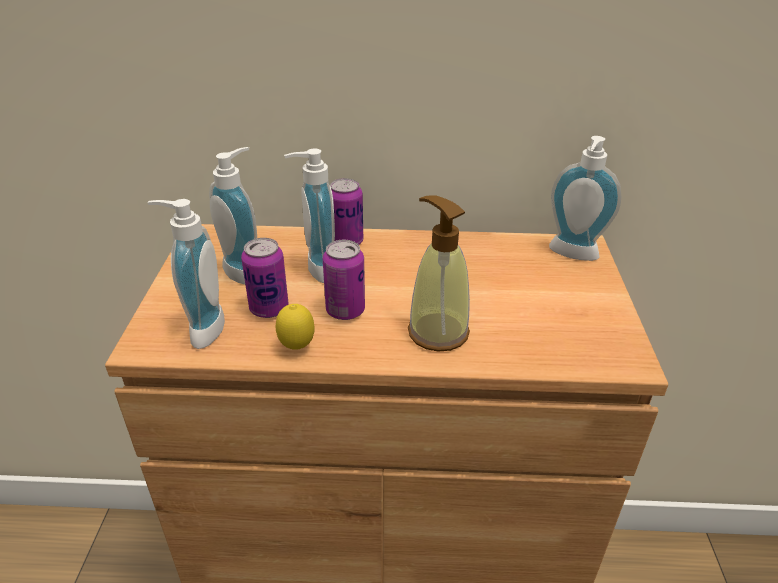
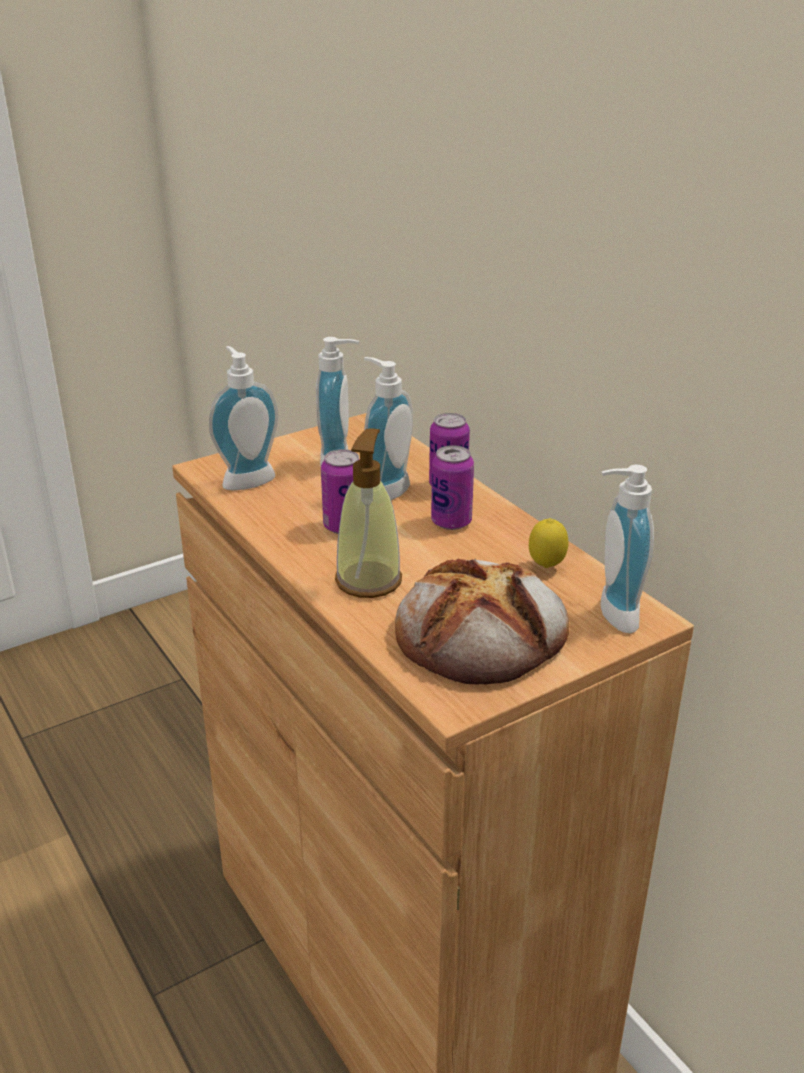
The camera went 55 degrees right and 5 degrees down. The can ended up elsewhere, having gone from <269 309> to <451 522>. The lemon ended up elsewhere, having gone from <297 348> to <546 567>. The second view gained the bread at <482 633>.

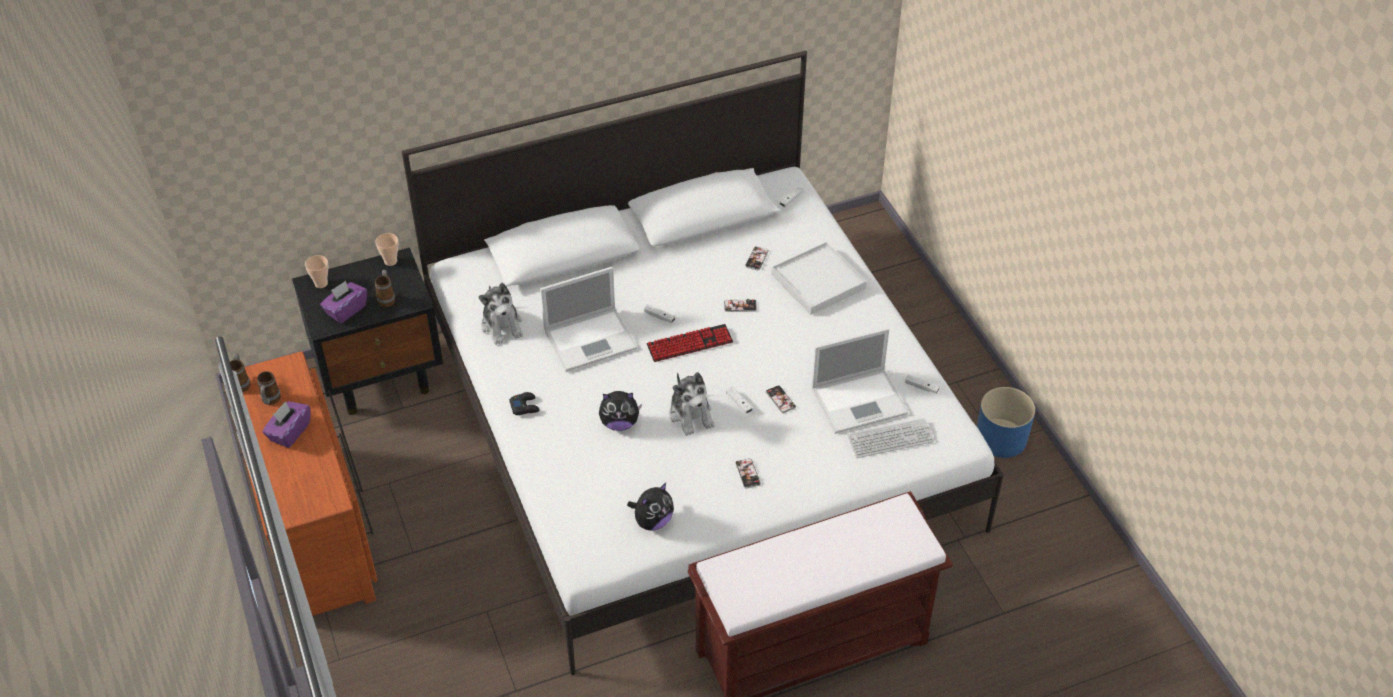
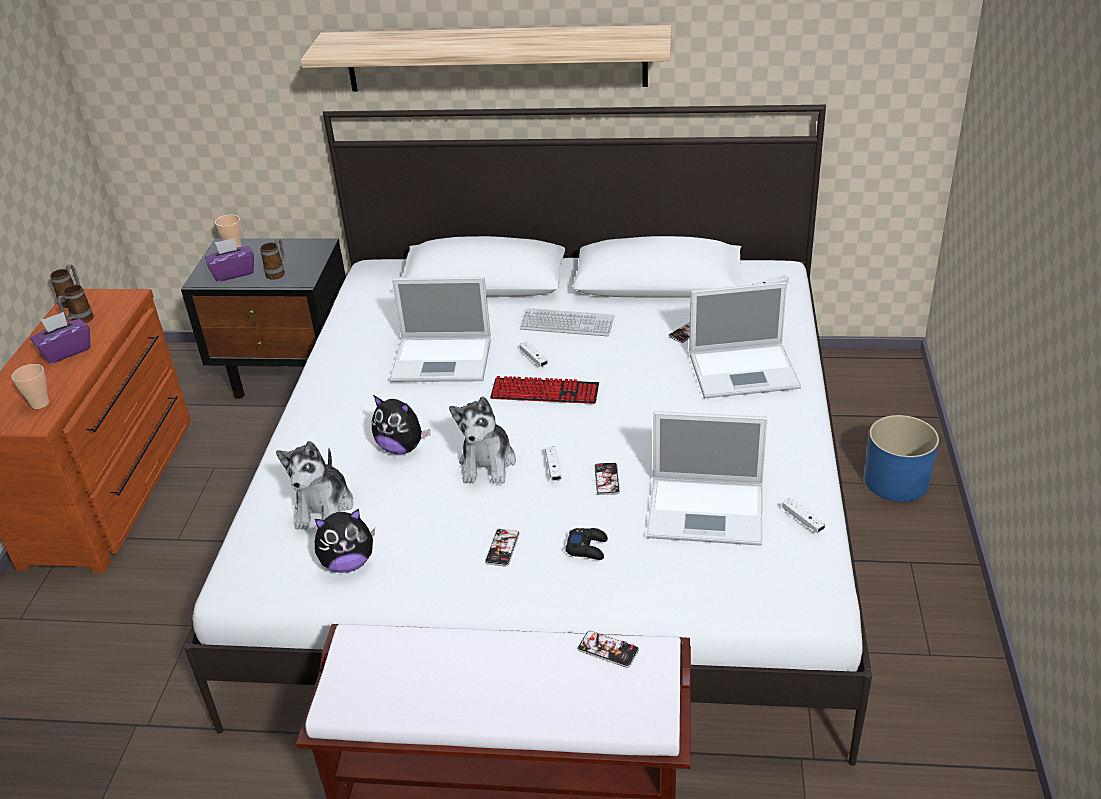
The camera went 30 degrees right and 10 degrees down. The cup ended up elsewhere, having gone from <390 261> to <40 404>. Where the tray in white stood at <818 281>, the laptop came to stand at <745 370>. The plush toy ended up elsewhere, having gone from <502 325> to <324 507>. The phone ended up elsewhere, having gone from <740 306> to <608 650>. The planter in blue ended up elsewhere, having gone from <1000 438> to <895 481>. The game controller in black ended up elsewhere, having gone from <524 406> to <587 547>. The keyboard ended up elsewhere, having gone from <890 439> to <567 324>. The second view gained the shelf at <495 58>.

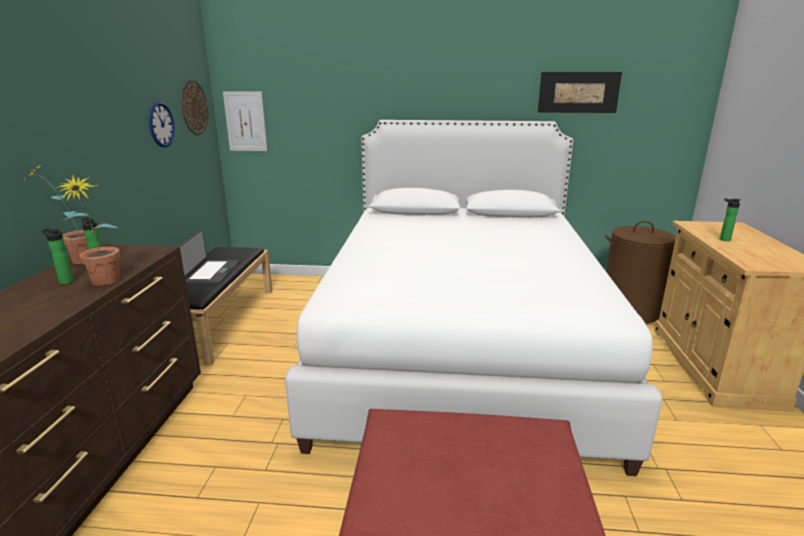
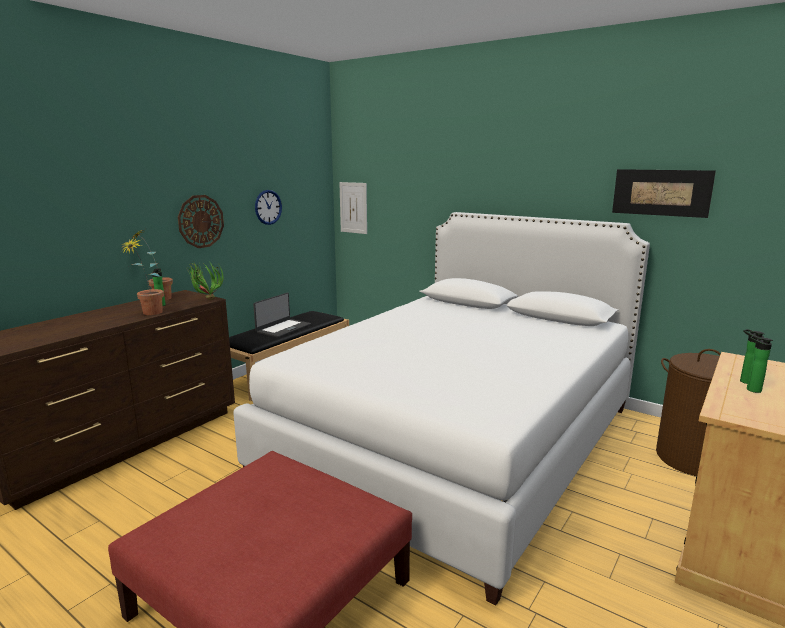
The camera went 30 degrees right and 5 degrees down. The wall clock ended up elsewhere, having gone from <194 108> to <201 221>. The bottle ended up elsewhere, having gone from <65 281> to <751 389>. The second view gained the potted plant at <205 300>.

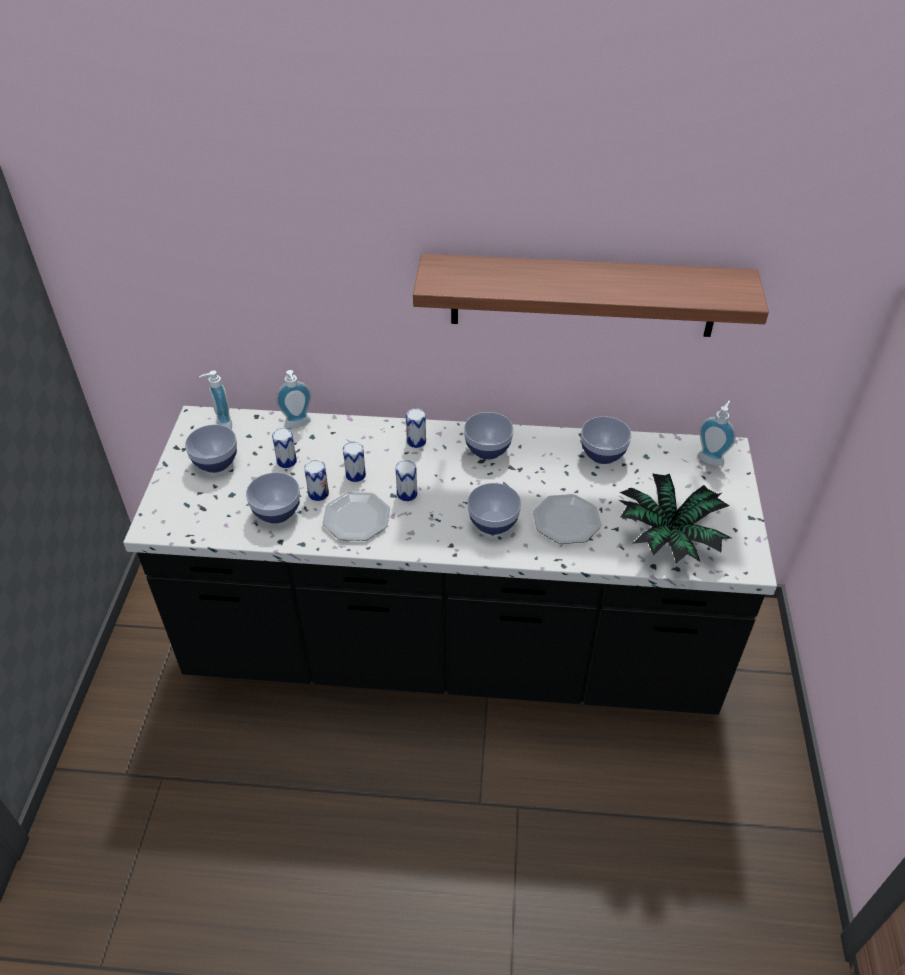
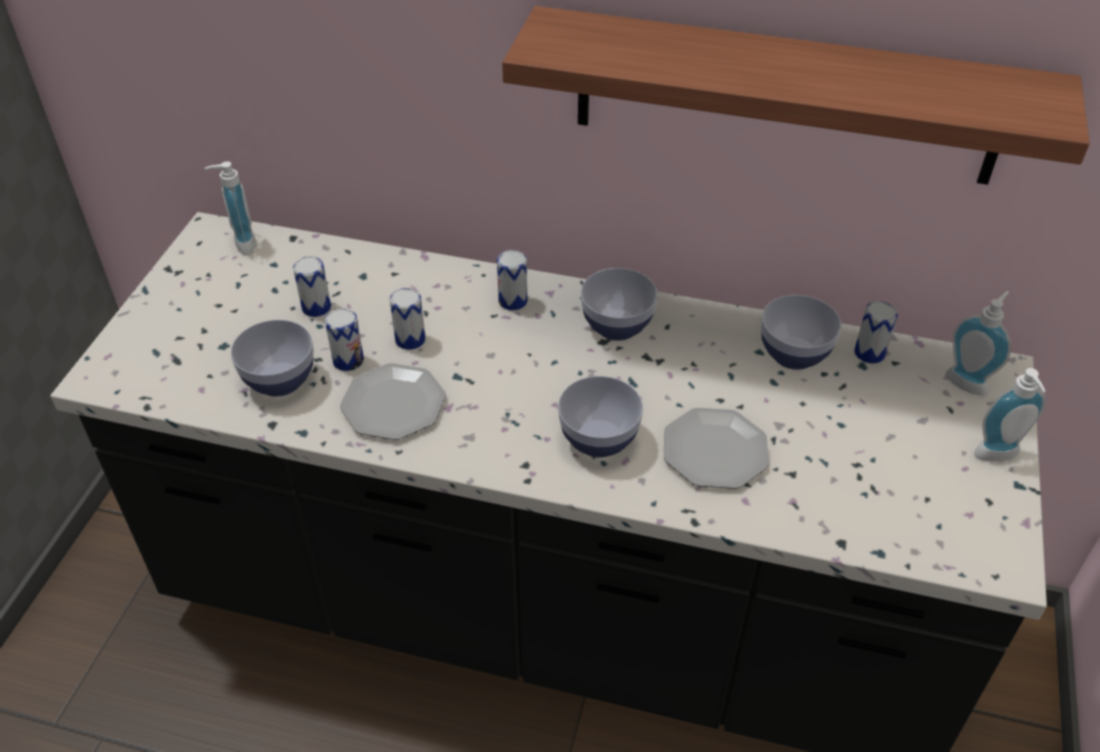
The camera went 10 degrees right and 0 degrees up. The soap dispenser ended up elsewhere, having gone from <298 425> to <999 457>. The second view lost the bowl at <216 462>. The can ended up elsewhere, having gone from <407 494> to <869 353>. The second view lost the potted plant at <667 537>.

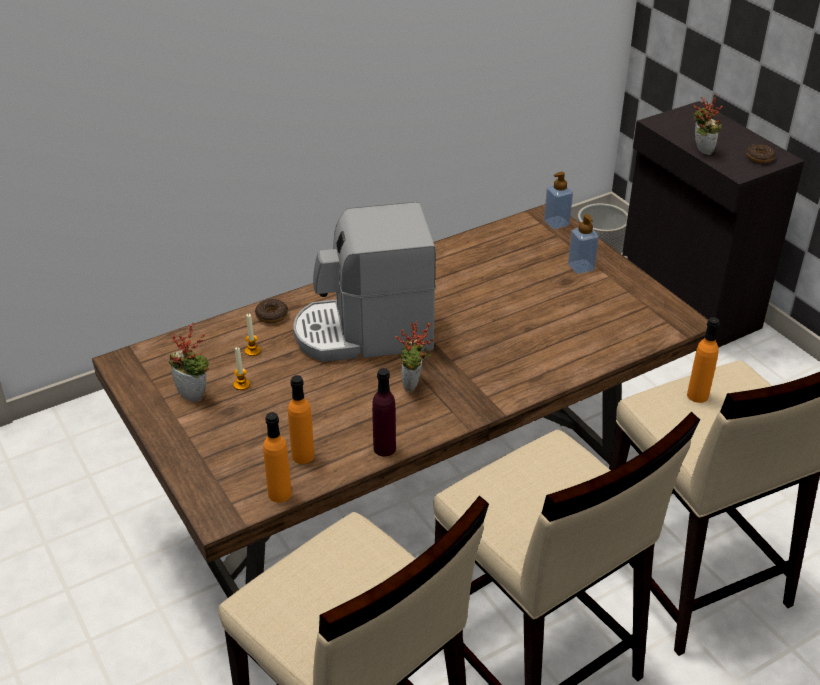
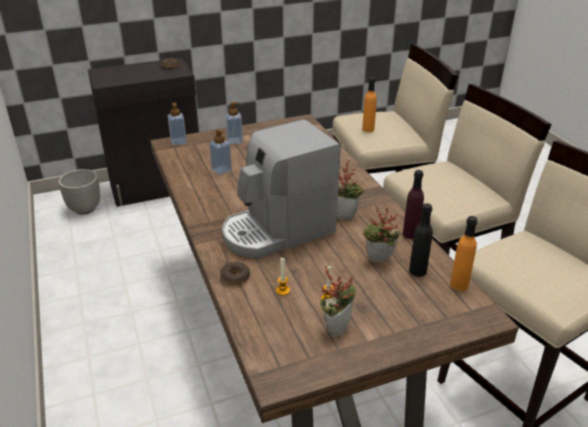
The camera went 80 degrees left and 5 degrees down. The potted plant ended up elsewhere, having gone from <700 150> to <379 261>. The coffee machine at <365 333> ended up facing another way, 60 degrees clockwise from before. What was the bottle in orange at <303 455> turned into the bottle in black at <417 271>. The second view gained the soap dispenser at <221 170>.

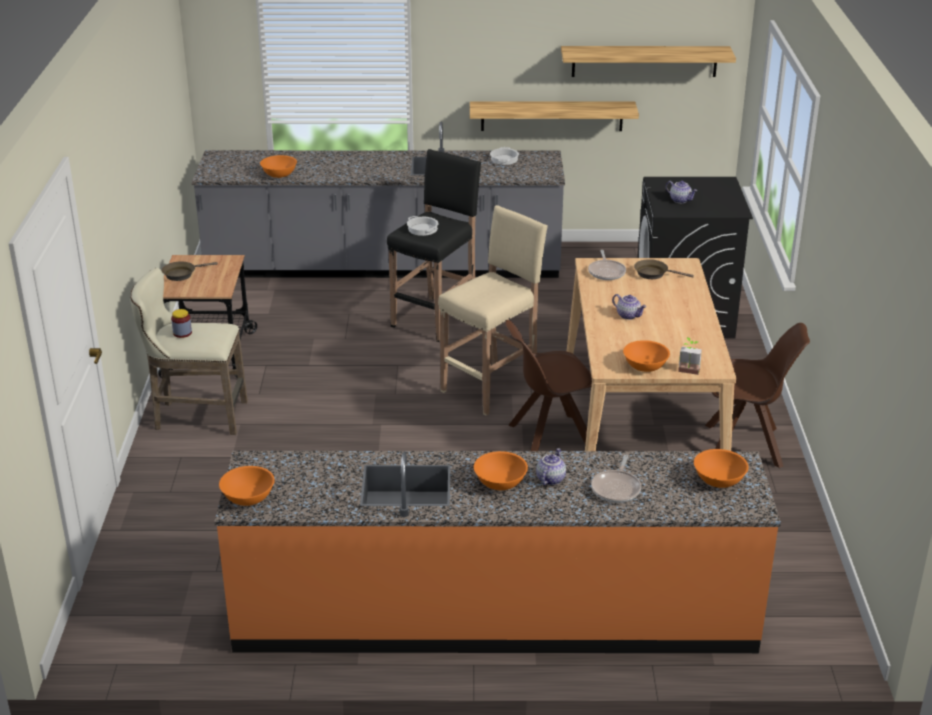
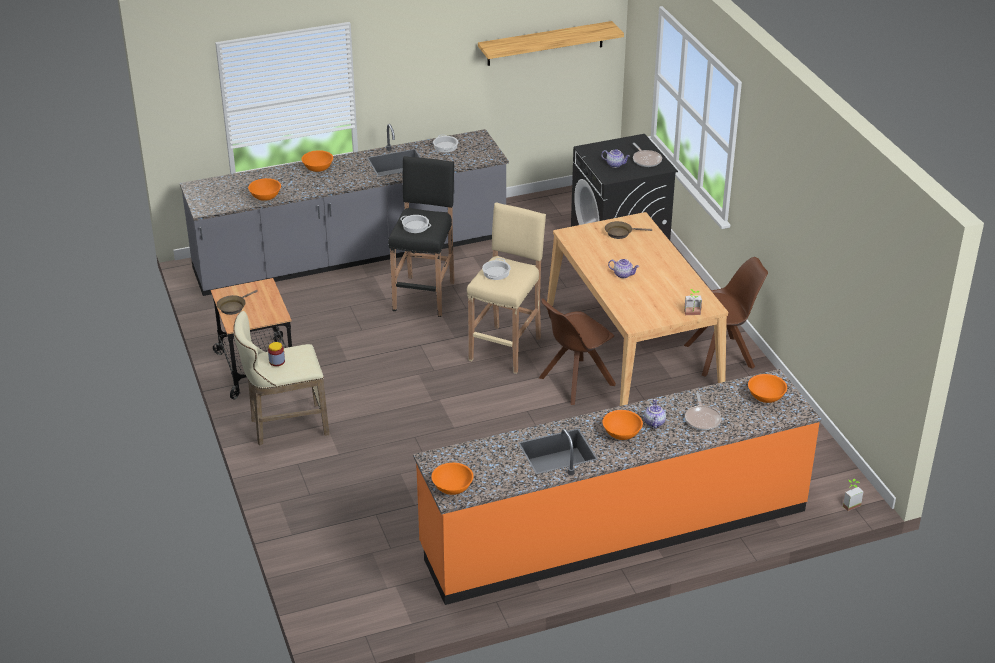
The camera went 20 degrees left and 5 degrees up. The second view lost the shelf at <552 116>. The frying pan ended up elsewhere, having gone from <606 272> to <646 160>. The bowl in orange ended up elsewhere, having gone from <645 366> to <318 168>. The second view gained the cooking pot at <496 273>. The second view gained the potted plant at <849 504>.

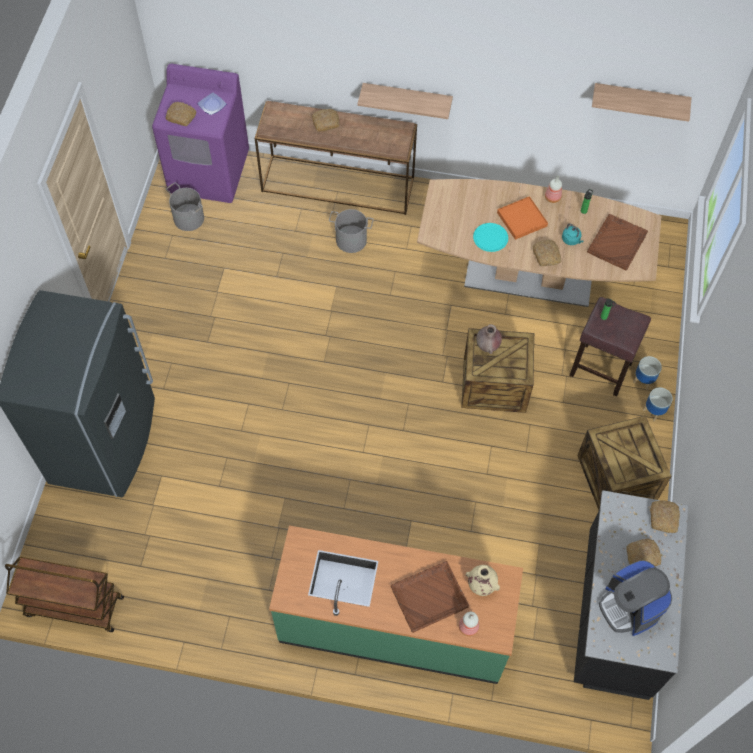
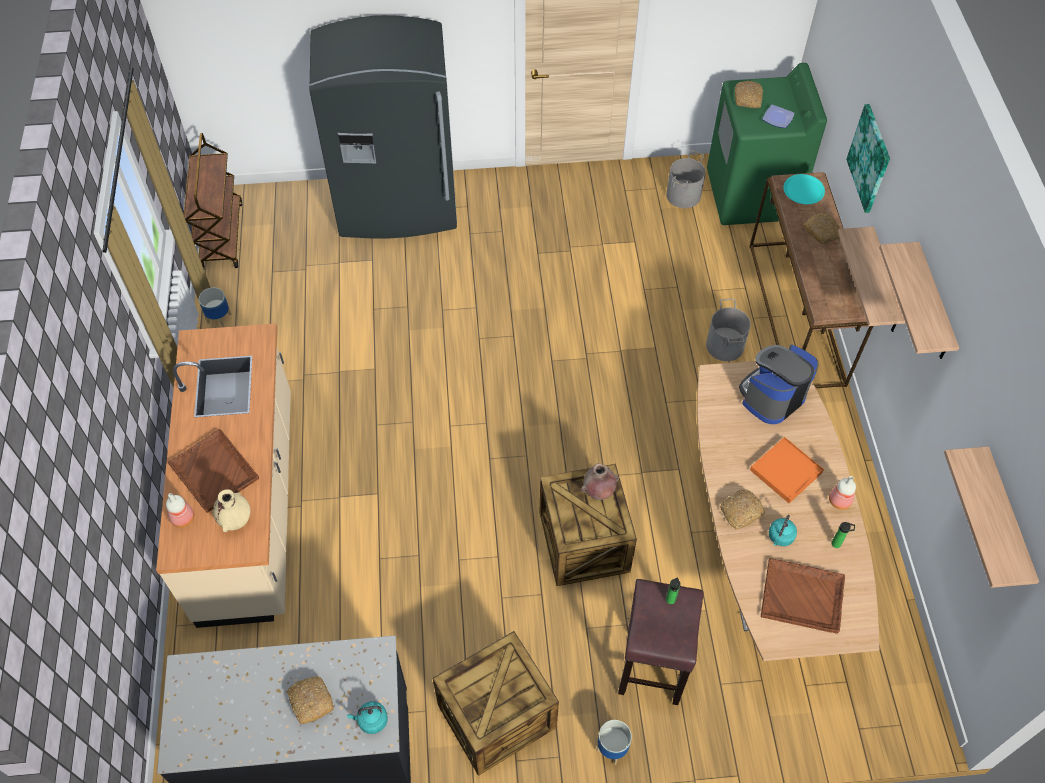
The camera went 75 degrees right and 5 degrees down. What was the washing machine in purple at <209 172> turned into the washing machine in green at <751 195>. The plate in turquoise ended up elsewhere, having gone from <490 238> to <803 190>. The planter ended up elsewhere, having gone from <644 380> to <219 319>. Where the bread stood at <664 518>, the kettle in turquoise came to stand at <371 720>. What was the counter in green at <394 624> turned into the counter in beige at <250 506>. The coffee machine ended up elsewhere, having gone from <629 607> to <771 397>. The second view gained the picture at <870 158>. The second view gained the shelf at <932 305>.

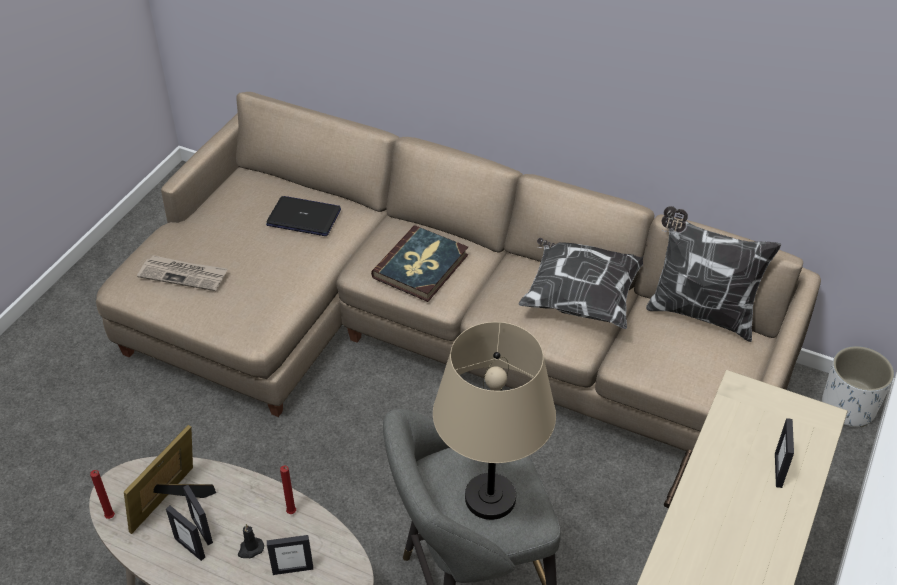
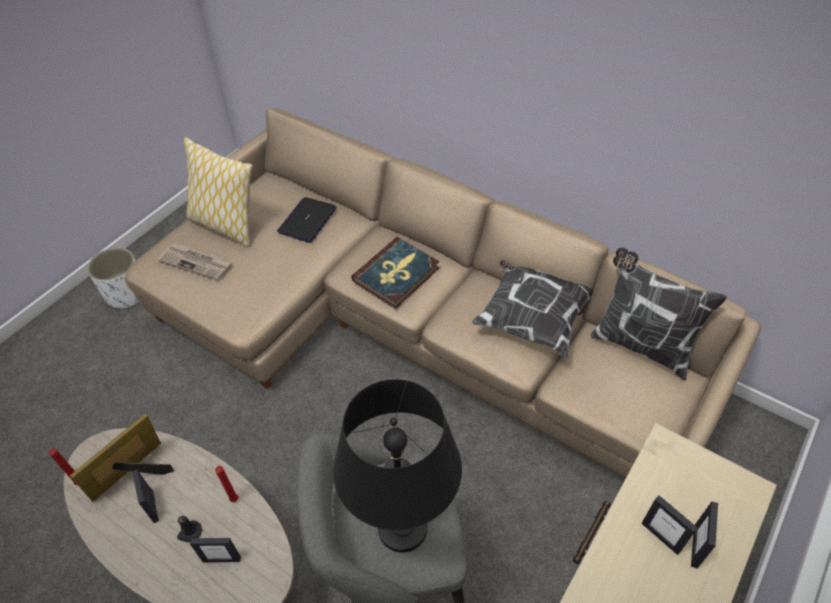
The camera went 10 degrees right and 5 degrees up. The laptop at <304 217> ended up facing another way, 90 degrees counterclockwise from before. What was the table lamp in beige at <491 497> turned into the table lamp in black at <403 527>. The planter in white ended up elsewhere, having gone from <848 407> to <126 294>. The picture frame ended up elsewhere, having gone from <190 547> to <661 536>. The second view gained the pillow at <226 225>.

